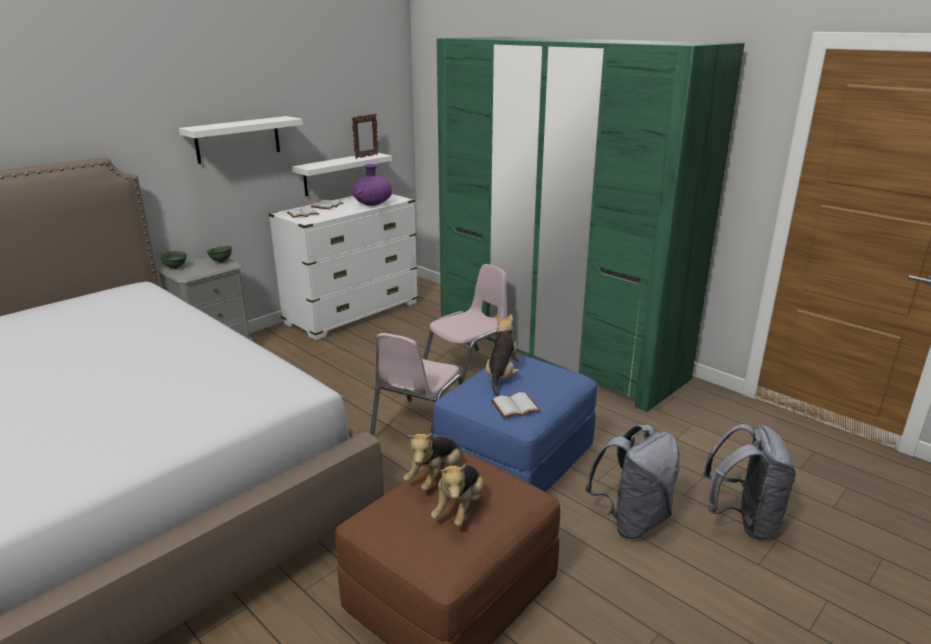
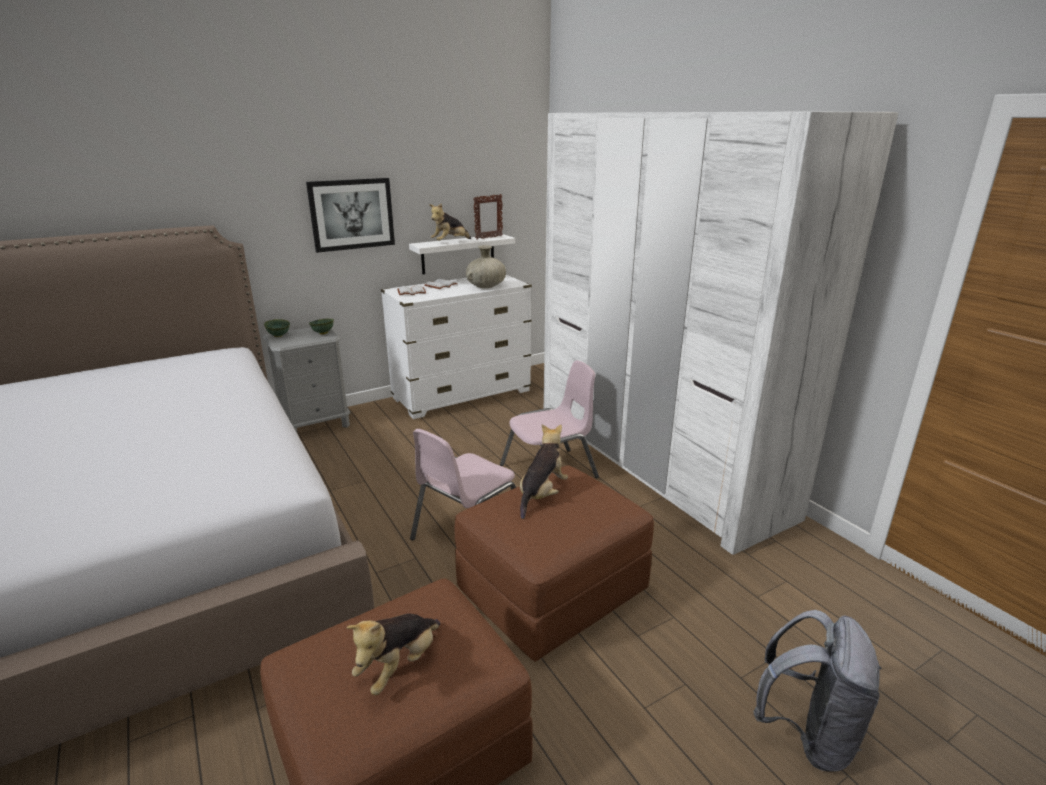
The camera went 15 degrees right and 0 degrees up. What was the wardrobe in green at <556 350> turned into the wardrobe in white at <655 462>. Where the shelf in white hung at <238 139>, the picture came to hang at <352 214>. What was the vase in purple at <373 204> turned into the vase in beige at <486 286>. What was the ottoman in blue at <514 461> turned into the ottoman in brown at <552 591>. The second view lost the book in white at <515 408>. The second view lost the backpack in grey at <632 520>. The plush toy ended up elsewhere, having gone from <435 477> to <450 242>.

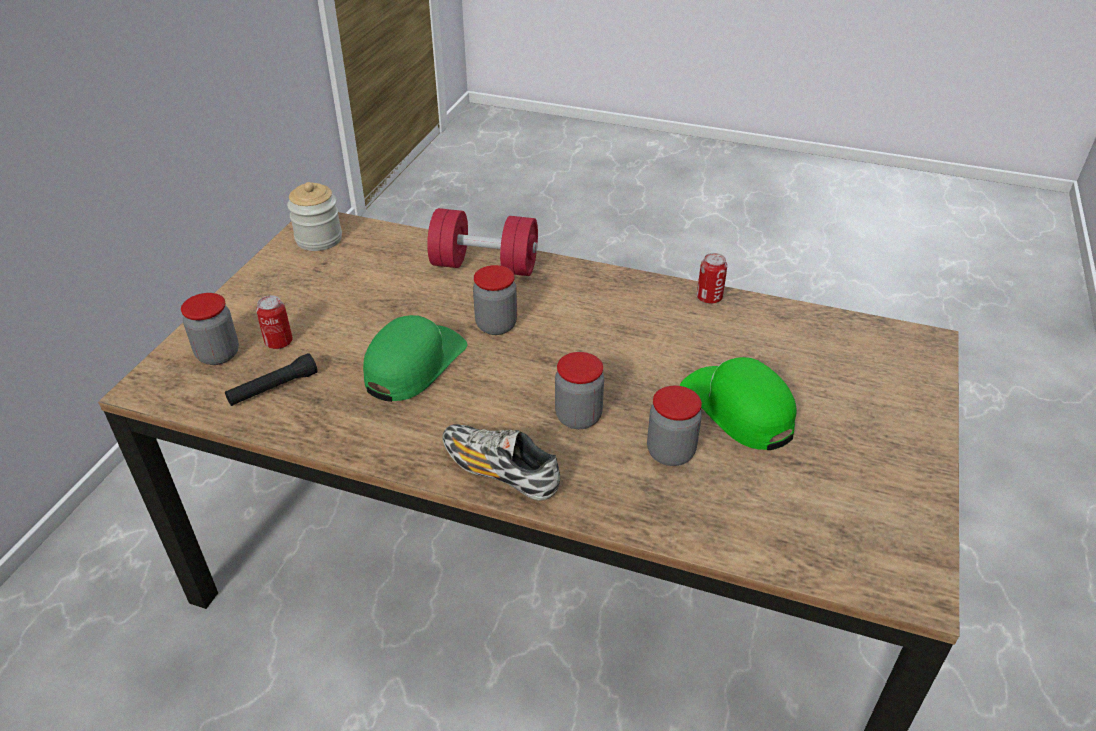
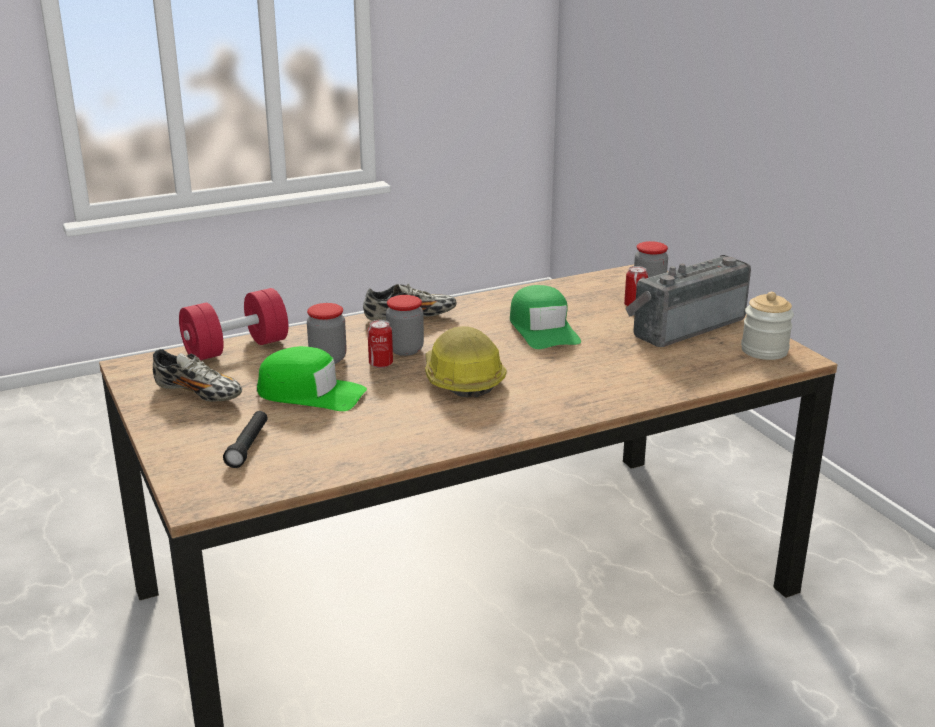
The camera went 135 degrees right and 15 degrees down. The dumbbell in red ended up elsewhere, having gone from <484 266> to <236 348>. The can ended up elsewhere, having gone from <709 298> to <381 364>. The second view lost the jar at <496 325>. The flashlight in black ended up elsewhere, having gone from <273 388> to <248 446>. The second view gained the radio at <684 326>. The second view gained the hard hat at <461 379>. The second view gained the shoe at <199 394>.

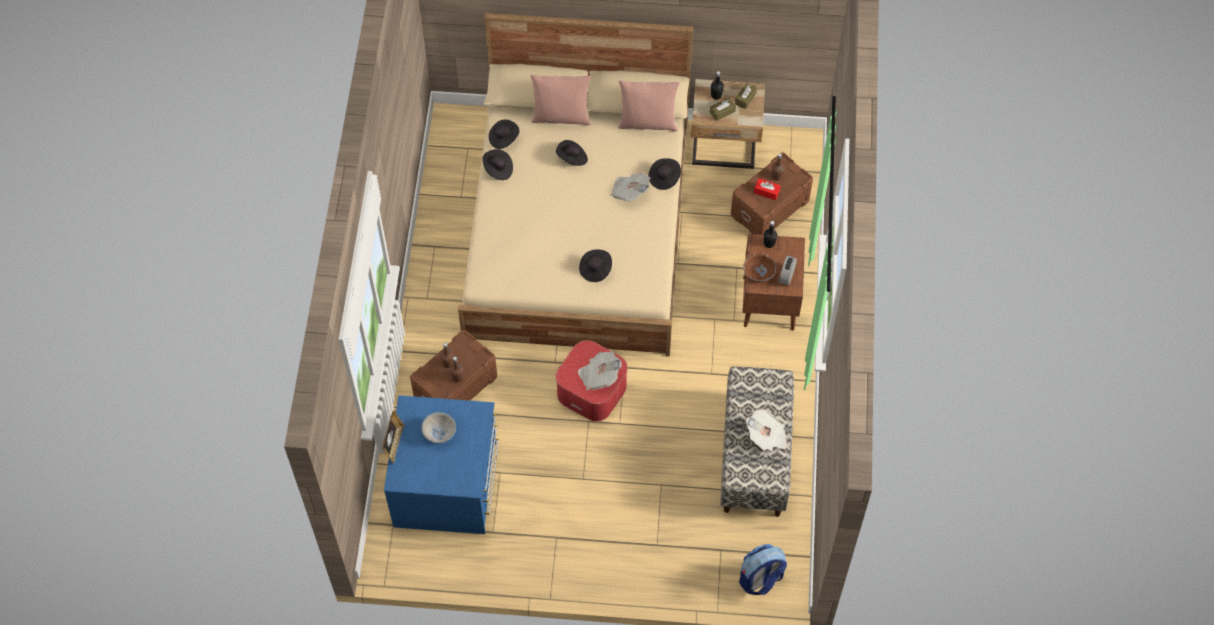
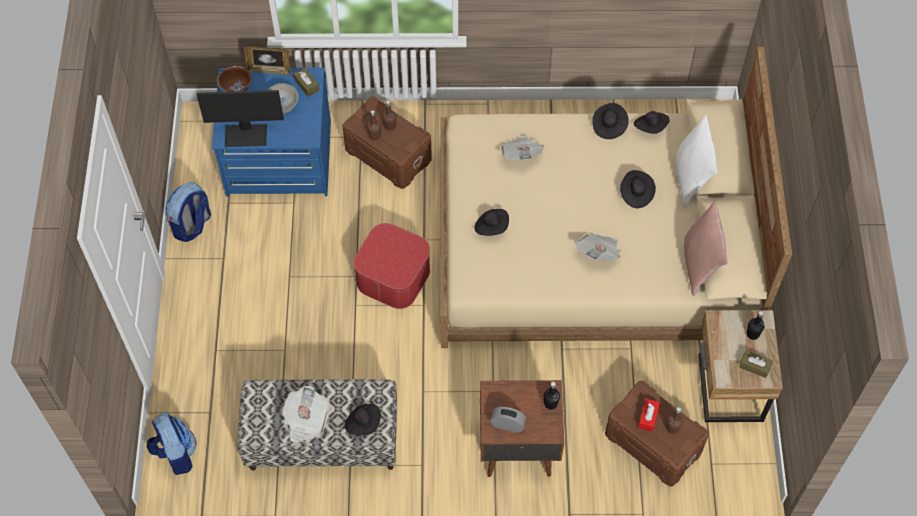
The camera went 85 degrees right and 0 degrees up. What was the pillow in pink at <561 116> turned into the pillow in white at <691 179>. The tissue box in brown ended up elsewhere, having gone from <722 112> to <306 85>. The hat in black ended up elsewhere, having gone from <664 178> to <363 423>. The bowl in brown ended up elsewhere, having gone from <759 273> to <235 87>. The newspaper ended up elsewhere, having gone from <599 376> to <521 154>. The second view gained the monitor at <246 134>. The second view gained the backpack at <192 226>.

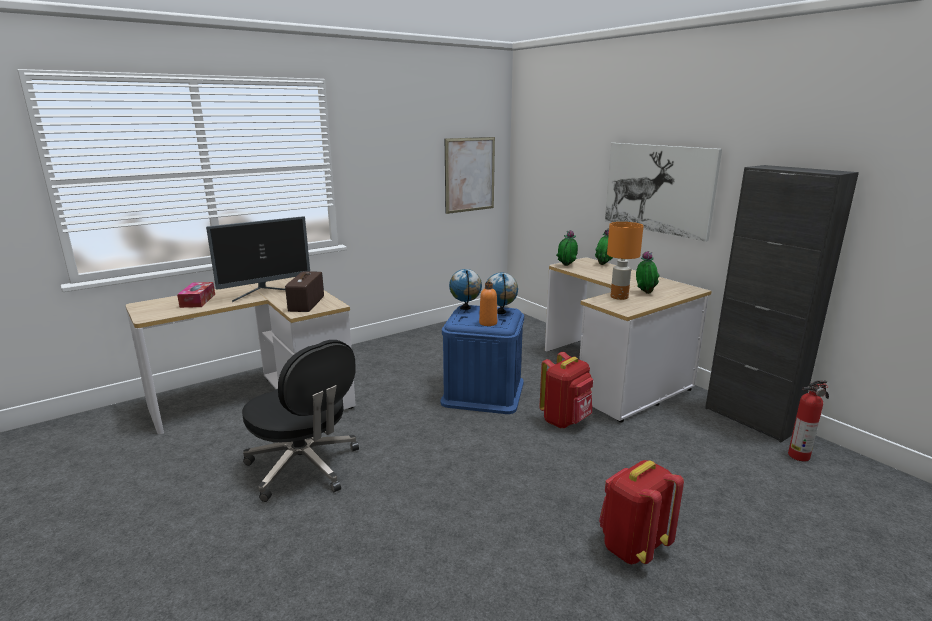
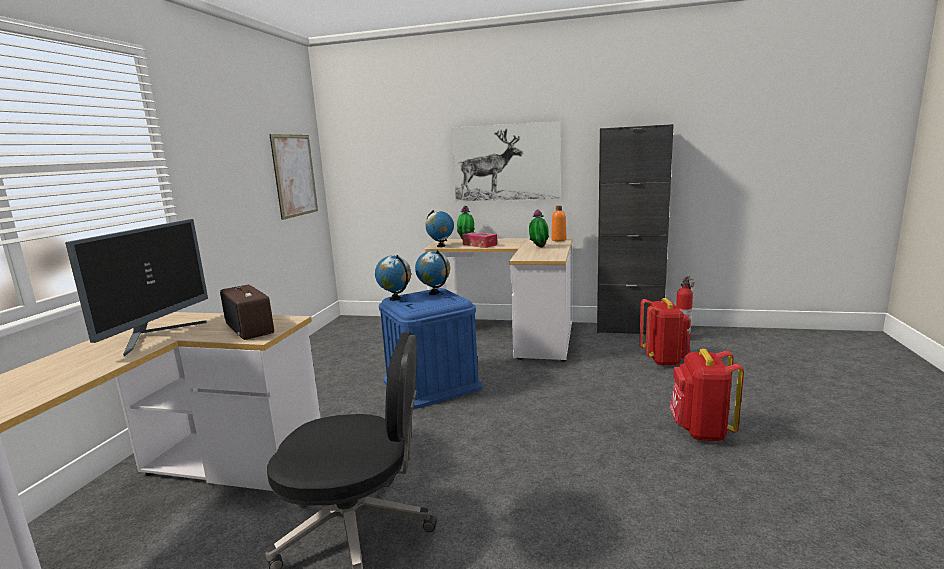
The camera went 40 degrees left and 5 degrees down. The second view lost the table lamp in orange at <619 297>. Where the potted plant stood at <566 266>, the globe came to stand at <440 246>. The tissue box ended up elsewhere, having gone from <198 300> to <479 245>. The bottle in orange ended up elsewhere, having gone from <488 323> to <559 240>. The backpack in red ended up elsewhere, having gone from <565 420> to <663 360>.

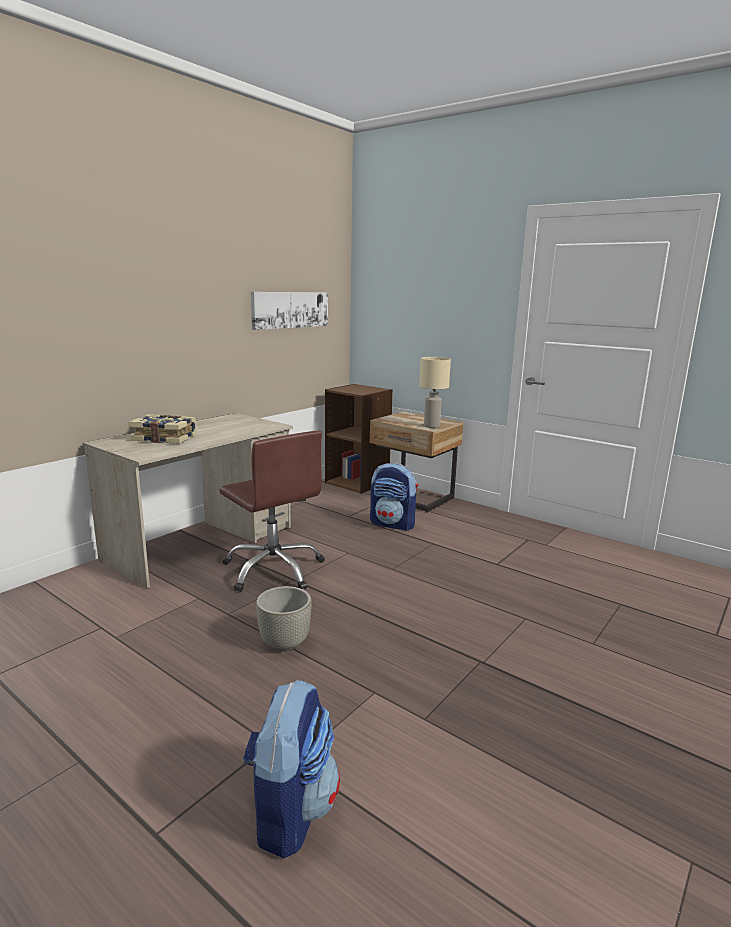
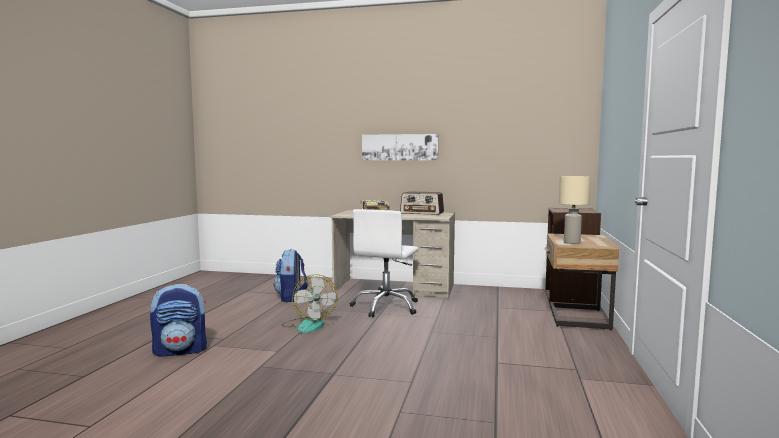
The camera went 65 degrees right and 10 degrees down. The picture ended up elsewhere, having gone from <290 310> to <400 147>. What was the office chair in brown at <274 569> turned into the office chair in white at <386 307>. The backpack ended up elsewhere, having gone from <393 524> to <291 298>. Where the planter in grey stood at <284 643>, the fan came to stand at <308 325>. The second view gained the radio at <422 213>.

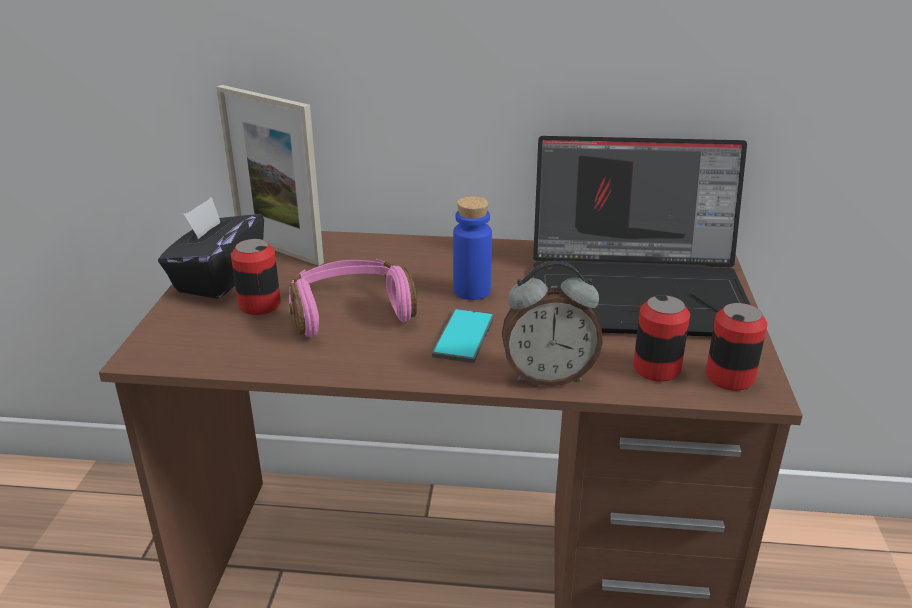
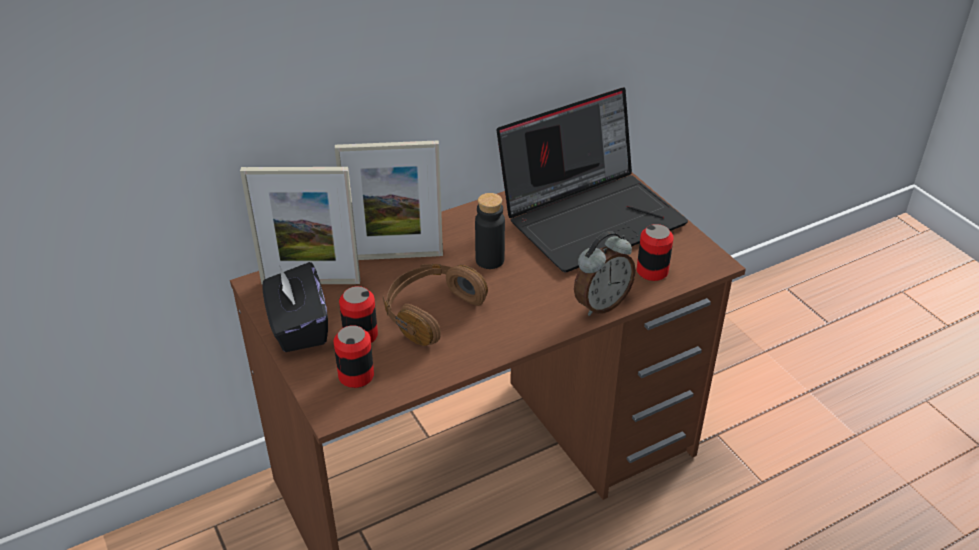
The camera went 35 degrees left and 10 degrees up. What was the bottle in blue at <471 291> turned into the bottle in black at <490 260>. What was the headphones in pink at <351 312> turned into the headphones in brown at <430 312>. The can ended up elsewhere, having gone from <729 377> to <356 376>. The second view lost the phone at <464 336>. The second view gained the picture frame at <395 256>.

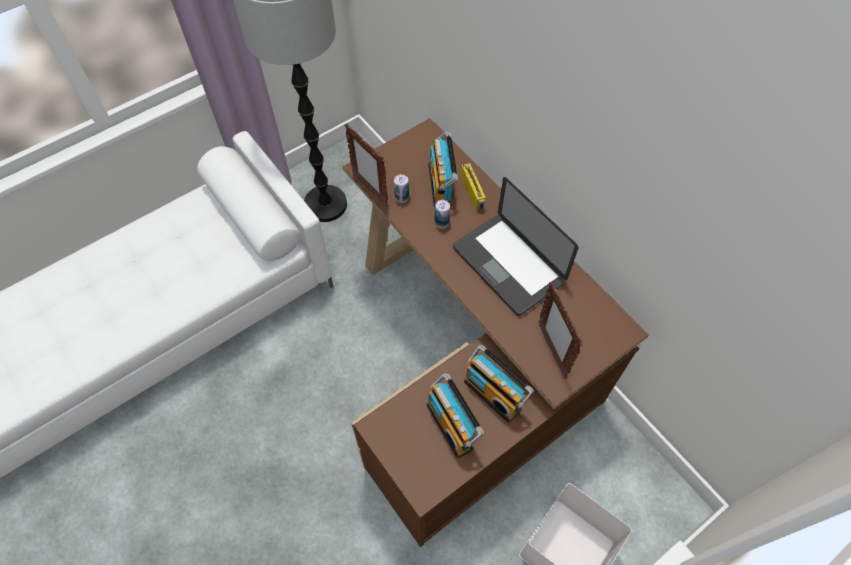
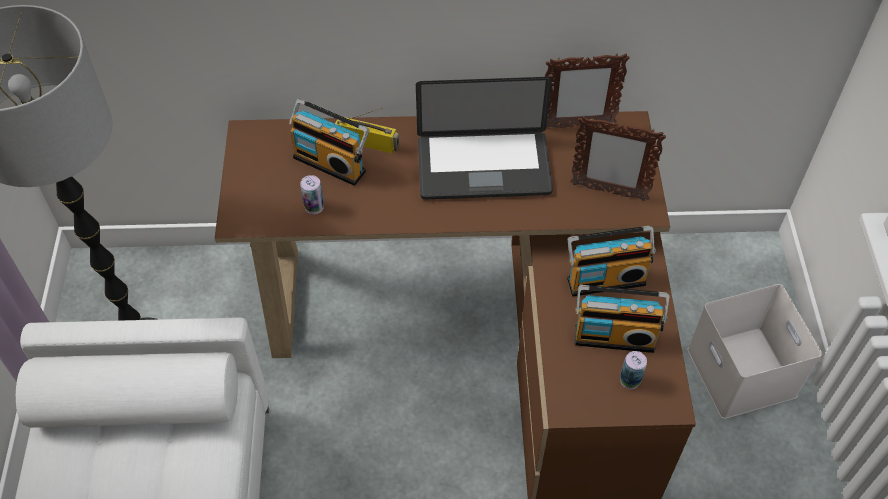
The camera went 55 degrees left and 5 degrees down. The picture frame ended up elsewhere, having gone from <370 189> to <577 125>. The can ended up elsewhere, having gone from <441 222> to <630 380>.

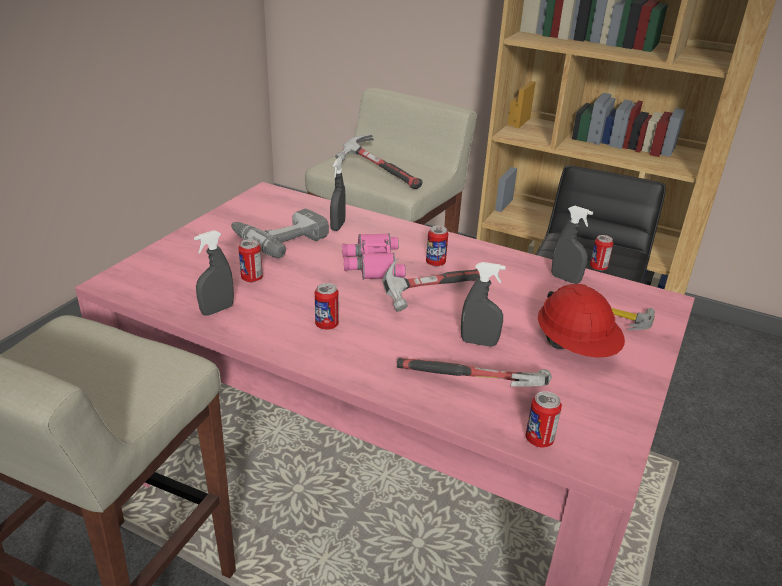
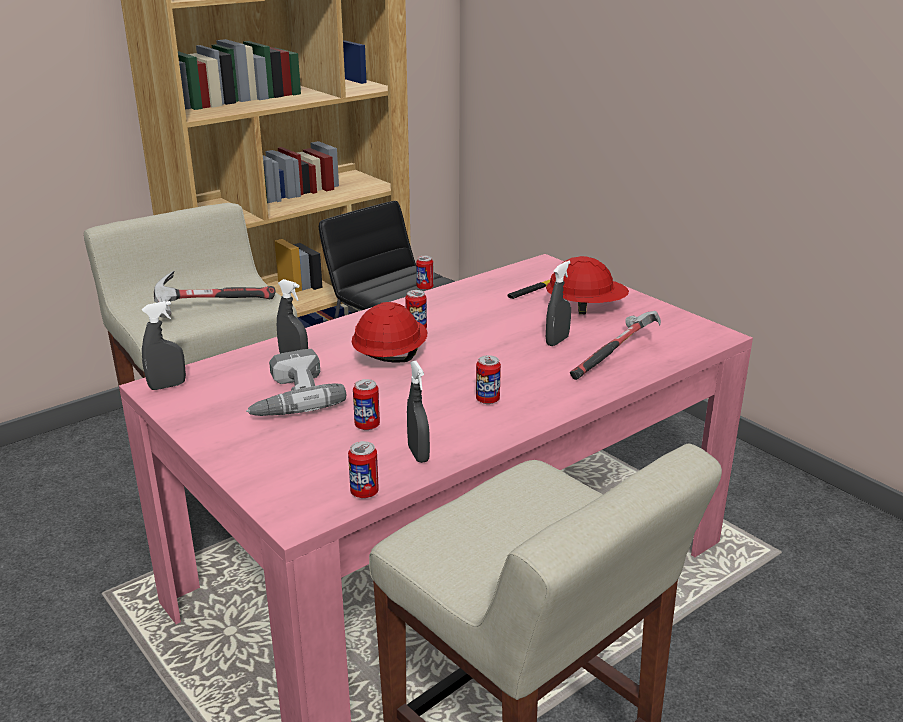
The camera went 65 degrees left and 5 degrees down. The spray bottle in grey ended up elsewhere, having gone from <565 279> to <167 386>. Where the binoculars in pink stood at <371 263>, the hard hat in red came to stand at <390 358>. The second view lost the hammer at <432 294>. The can ended up elsewhere, having gone from <539 440> to <364 492>.

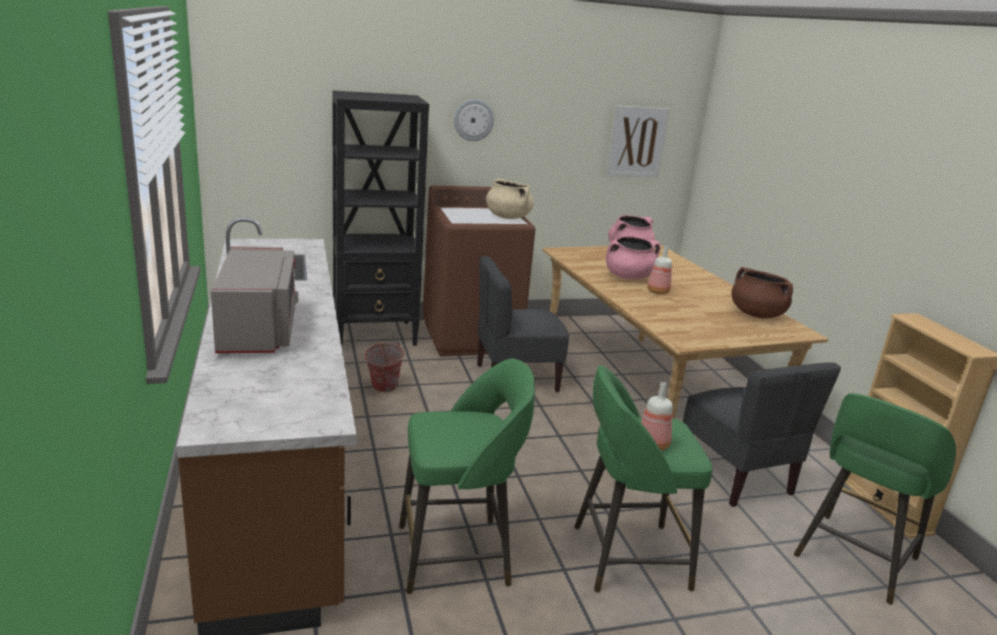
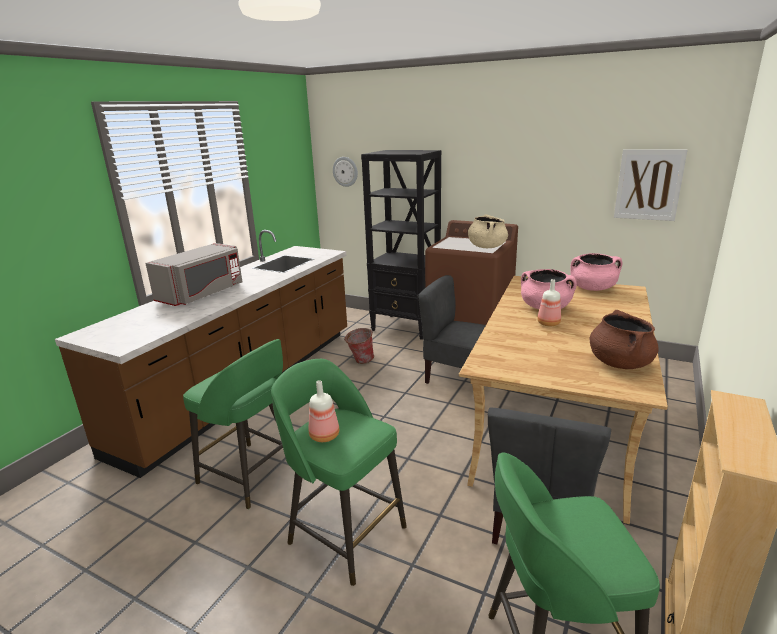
The camera went 45 degrees right and 0 degrees up. The wall clock ended up elsewhere, having gone from <473 120> to <345 171>.

